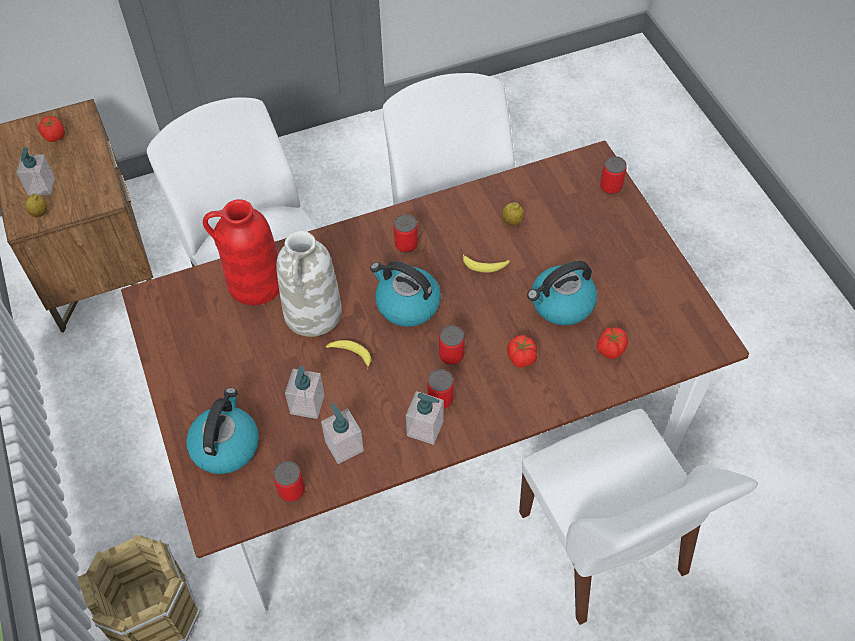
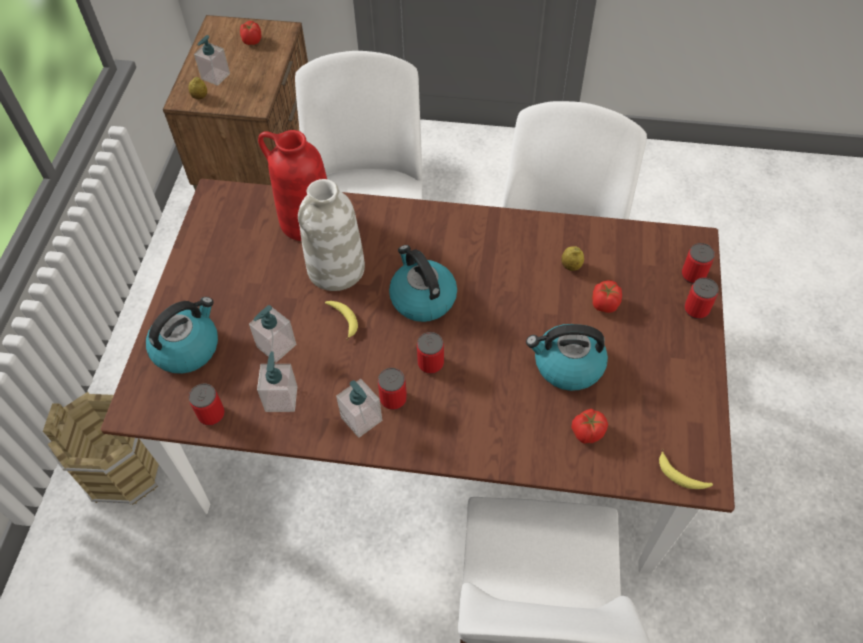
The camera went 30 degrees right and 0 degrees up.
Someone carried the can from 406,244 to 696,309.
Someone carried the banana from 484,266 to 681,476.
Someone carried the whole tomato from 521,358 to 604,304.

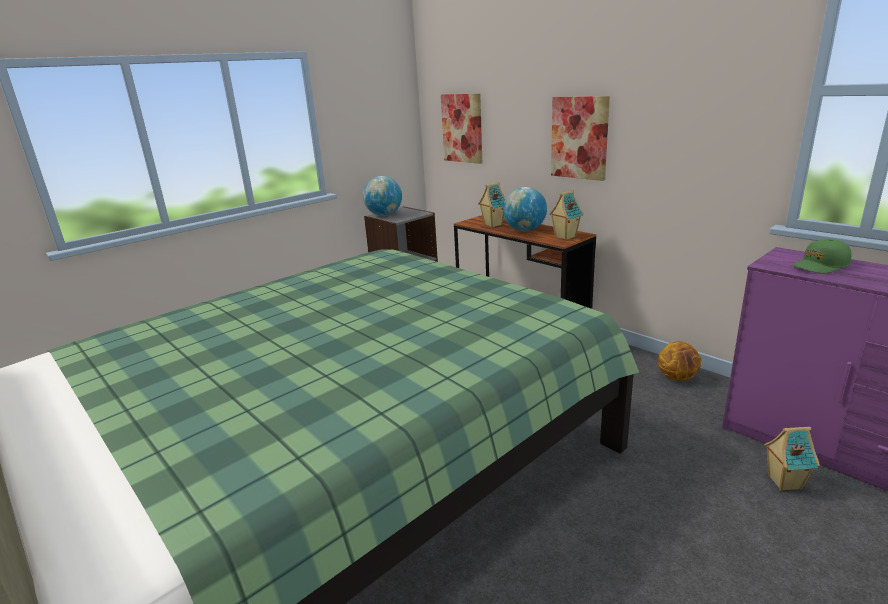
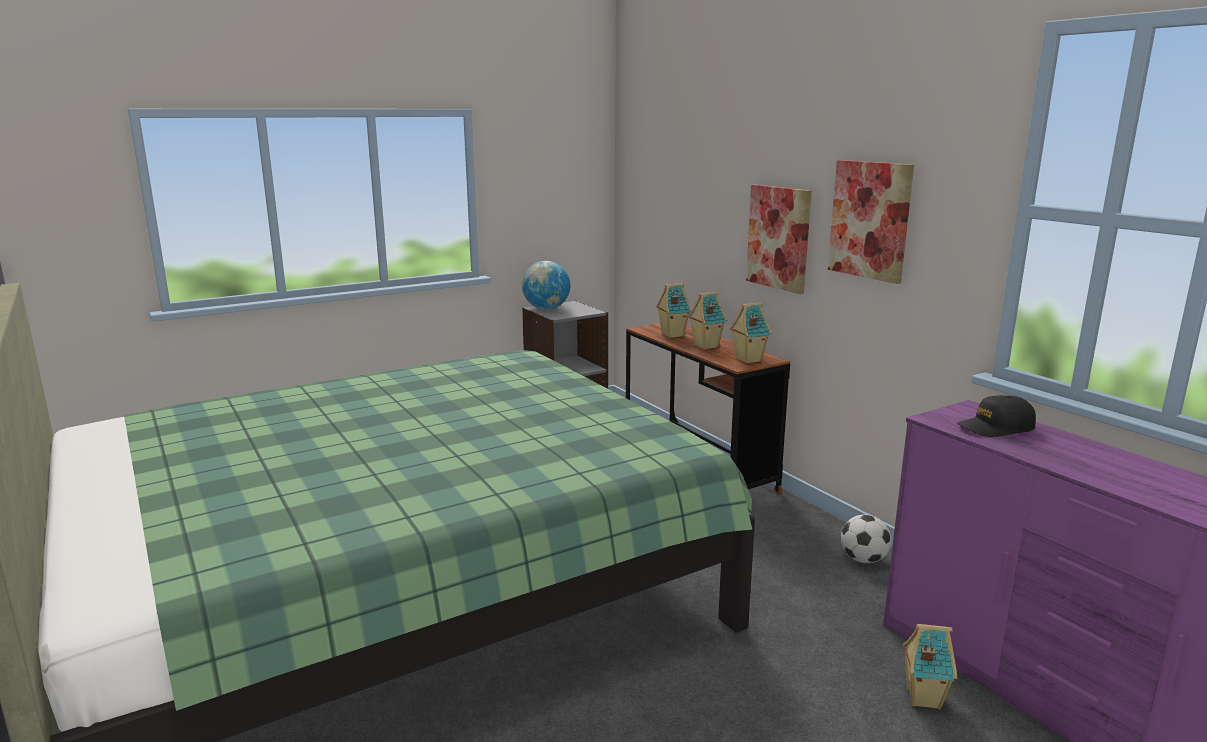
The camera went 10 degrees right and 5 degrees down.
Someone carried the wall art from 462,128 to 870,220.
Someone swapped the globe at 524,230 for the miniature house at 705,346.
Someone swapped the basketball ball at 677,378 for the football at 863,559.
Someone repainted the peaked cap in green-coloured at 820,266, which became the peaked cap in blackish at 996,428.

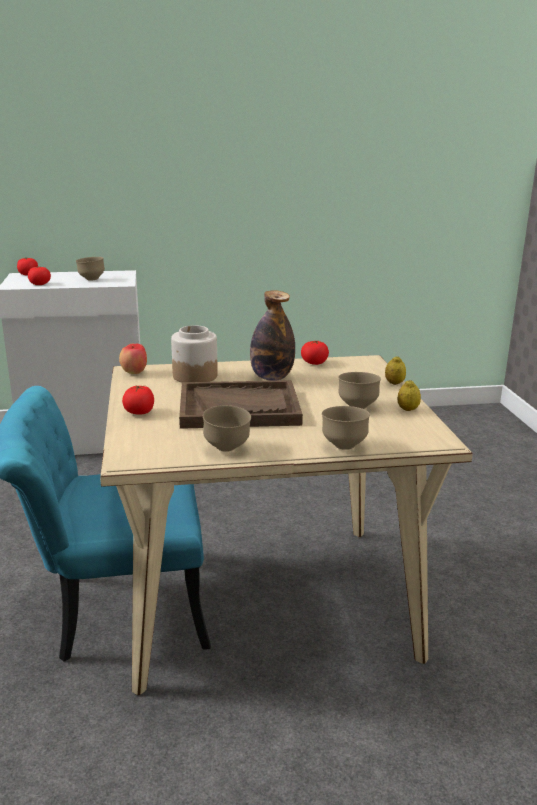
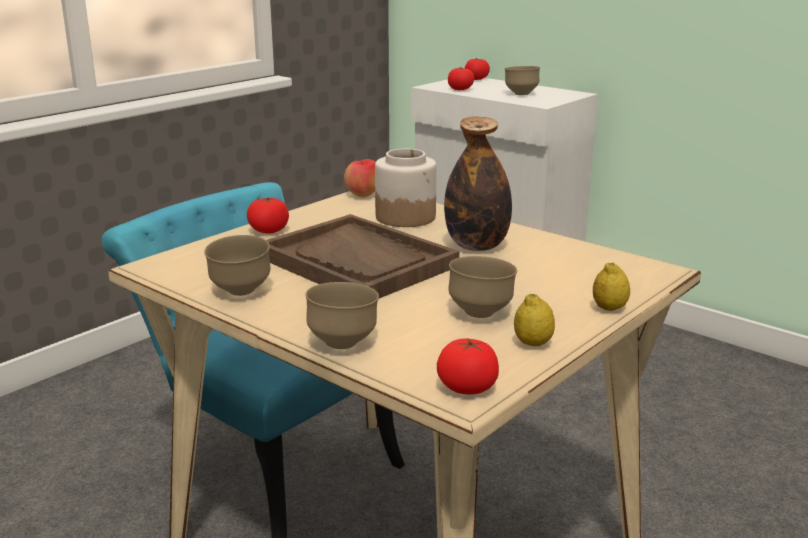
The camera went 50 degrees right and 0 degrees up.
Someone carried the whole tomato from 314,363 to 467,388.

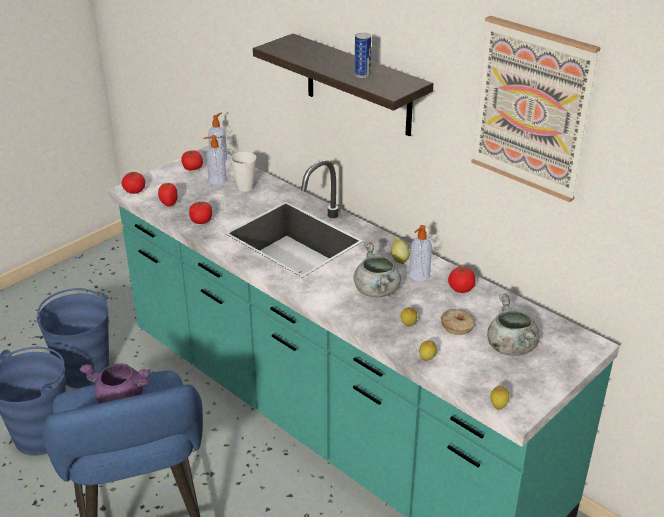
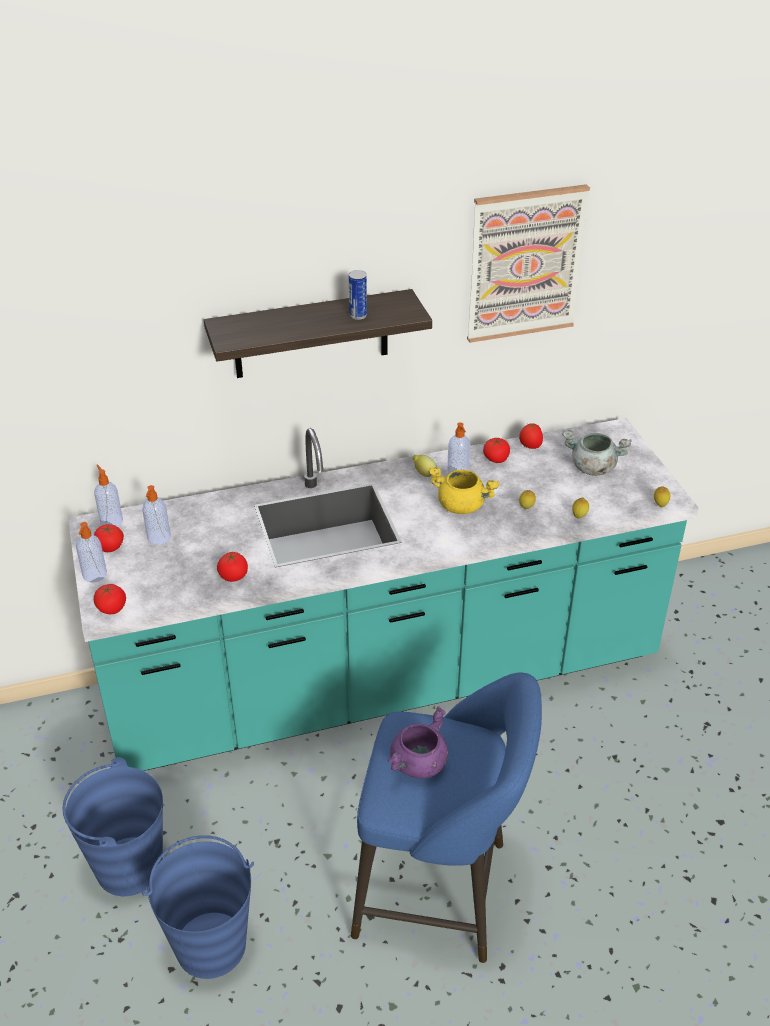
The camera went 60 degrees left and 5 degrees up.
Someone took away the drinking cup at 245,187.
Someone took away the doughnut at 457,326.
Someone put down the liquid soap bottle at 94,575.
Someone carried the whole tomato from 169,204 to 530,446.
Someone repainted the cooking pot in gray at 377,291, which became the cooking pot in yellow-coloured at 462,505.

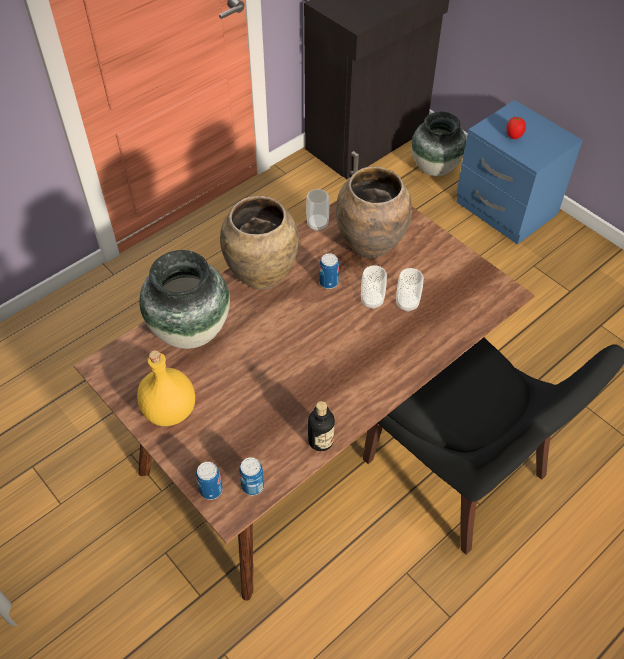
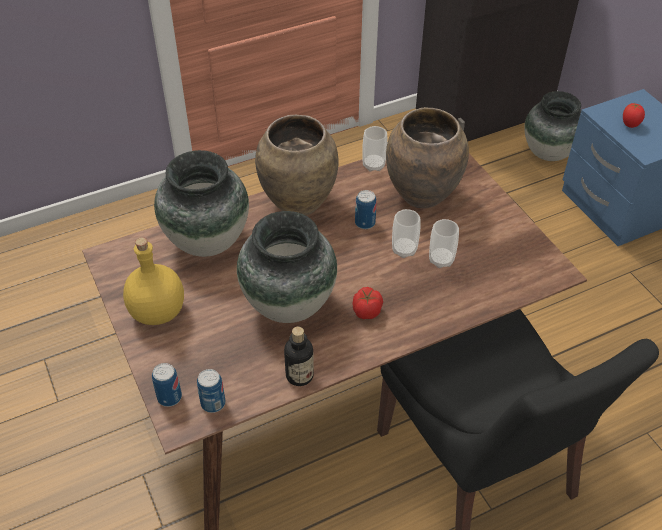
The camera went 15 degrees right and 5 degrees down.
Someone put down the decorative vase at 288,305.
Someone put down the whole tomato at 366,312.

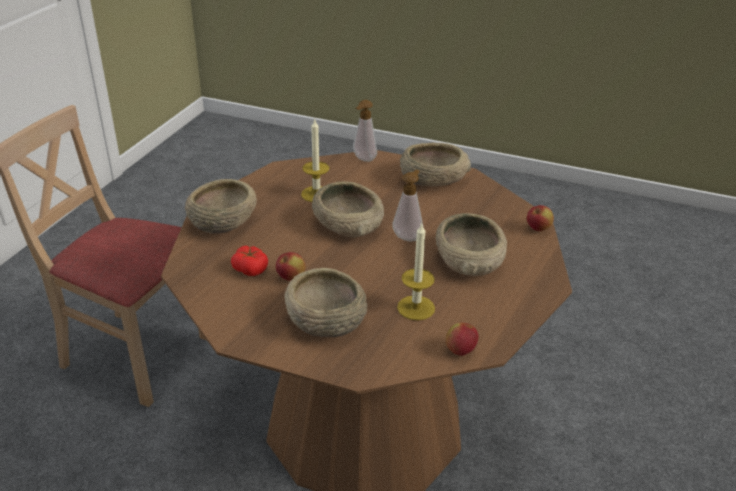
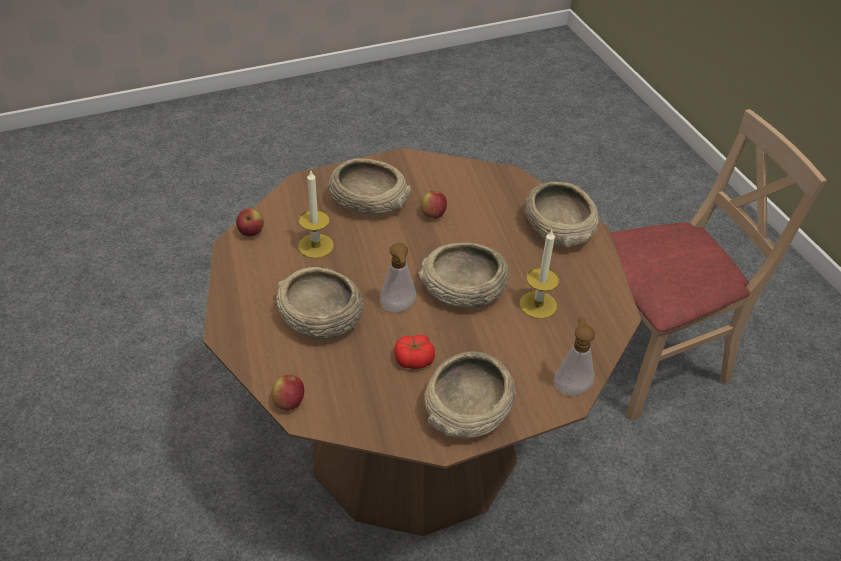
The camera went 135 degrees right and 10 degrees up.
Someone carried the whole tomato from 250,269 to 414,359.

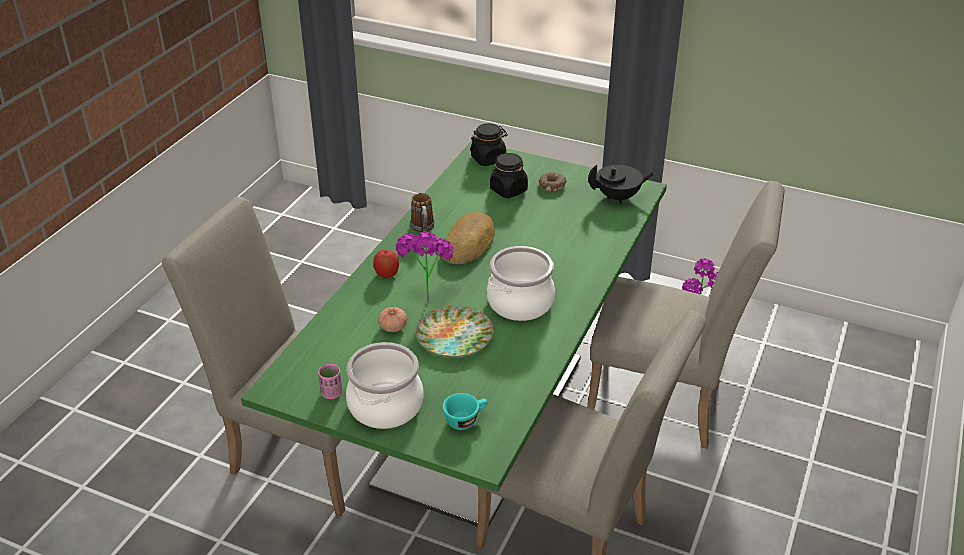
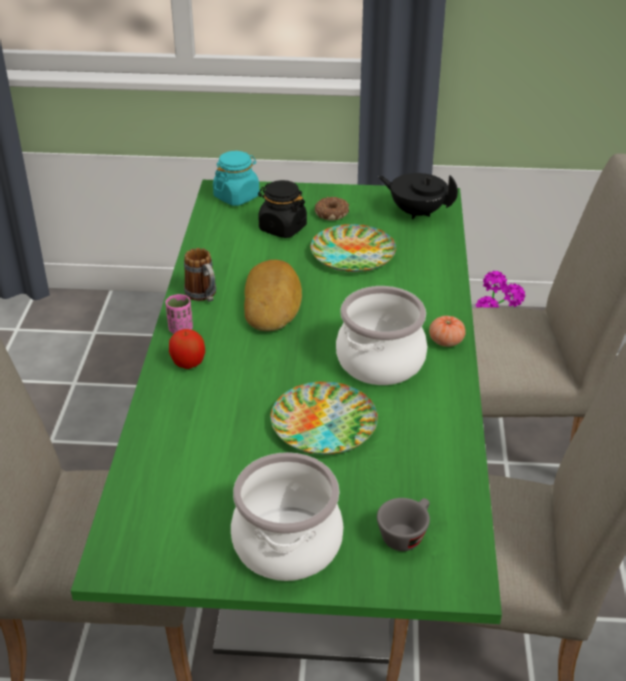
The camera went 20 degrees left and 0 degrees up.
Someone took away the houseplant at 425,296.
Someone put down the dinner plate at 353,254.
Someone carried the drinking cup in pinkish from 331,393 to 180,329.
Someone carried the whole tomato from 393,327 to 446,341.
Someone repainted the drinking cup in turquoise-coloured at 465,420, which became the drinking cup in gray at 405,534.
Someone repainted the preserve jar in blackish at 488,159, which became the preserve jar in turquoise-coloured at 236,197.
Someone rotated the teapot in blackish at 618,197 by 120 degrees counterclockwise.

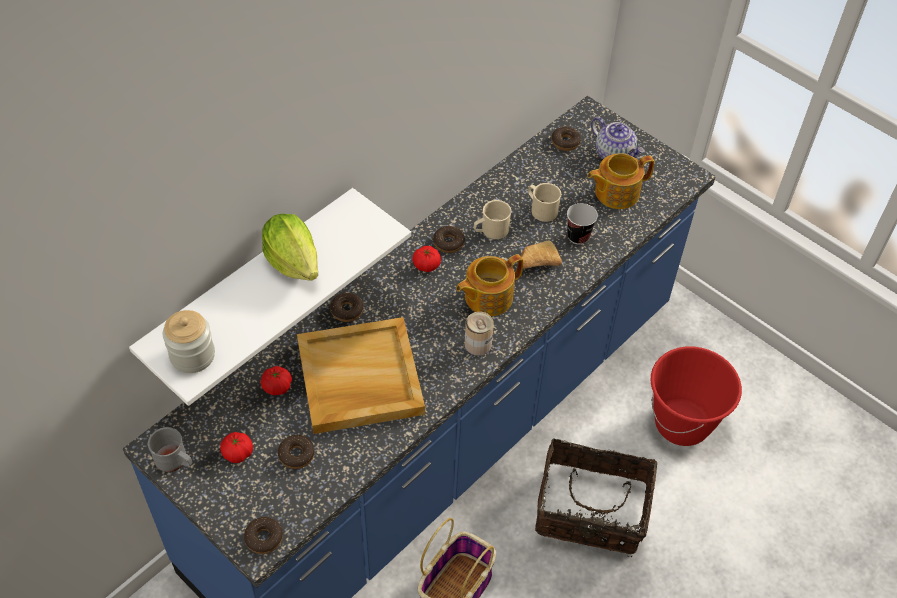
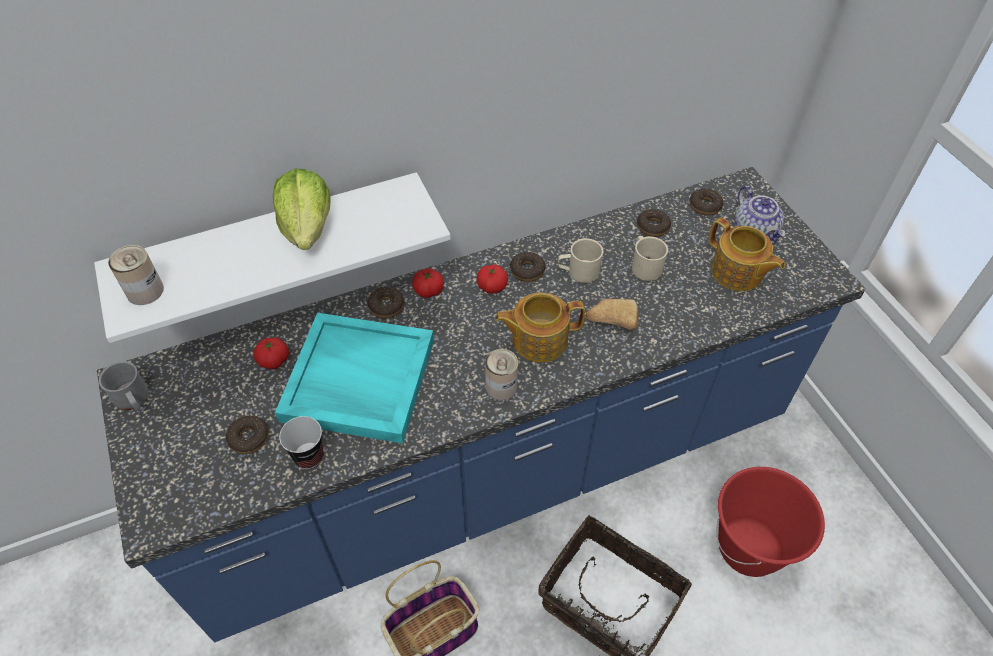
The camera went 25 degrees right and 0 degrees up.
Someone carried the whole tomato from 238,453 to 428,290.
Someone carried the doughnut from 264,538 to 652,227.
Someone carried the drinking cup from 578,236 to 309,456.
Someone swapped the preserve jar at 192,355 for the can at 145,291.
Someone repainted the carrying tray in sand-coloured at 359,379, which became the carrying tray in turquoise-coloured at 357,380.
Someone rotated the teapot at 615,192 by 135 degrees counterclockwise.

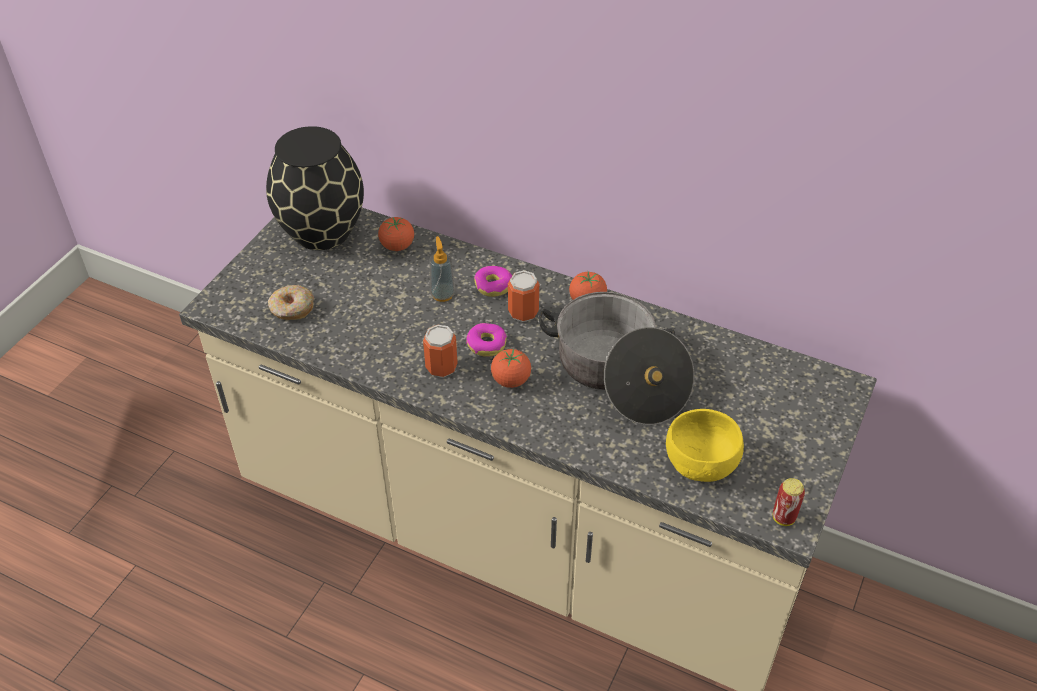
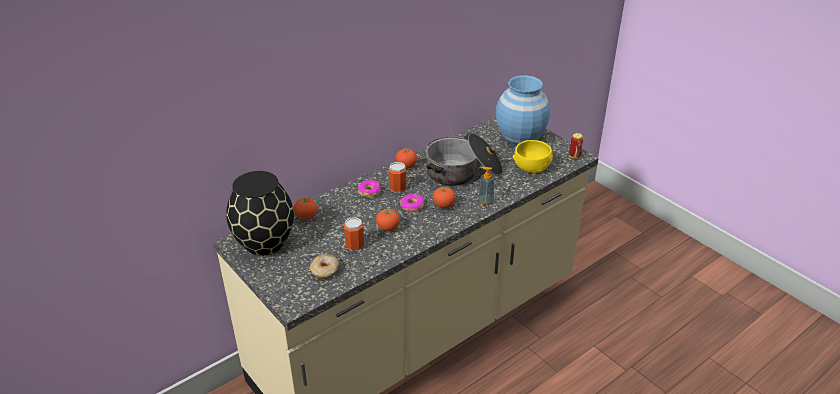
The camera went 65 degrees left and 10 degrees down.
Someone put down the whole tomato at 388,228.
Someone put down the decorative vase in bluish at 520,136.
Someone carried the can from 441,367 to 354,245.
Someone carried the liquid soap bottle from 442,294 to 485,201.

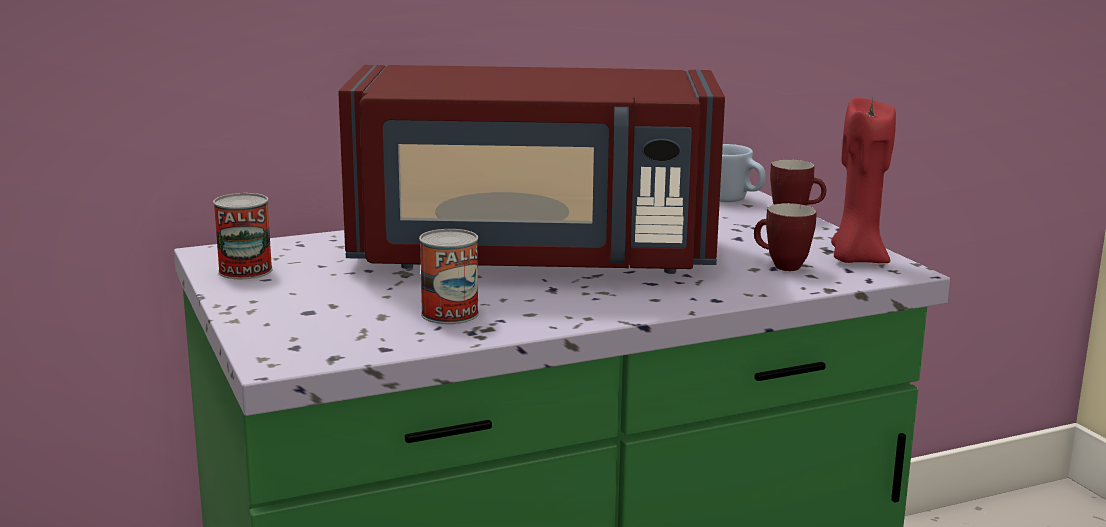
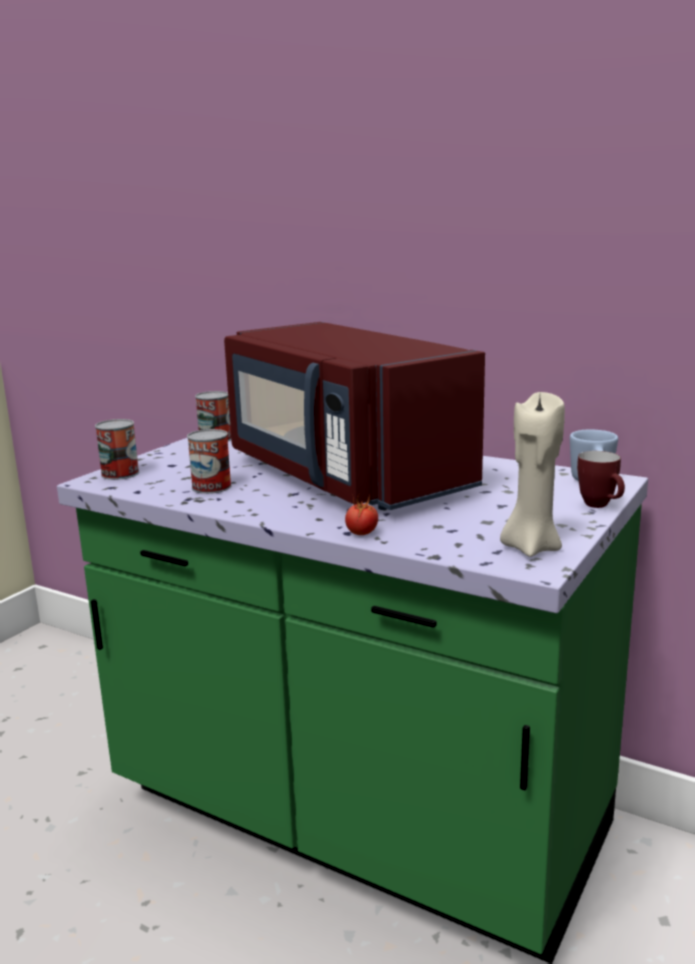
The camera went 55 degrees right and 0 degrees up.
Someone took away the coffee mug at 780,266.
Someone put down the can at 120,473.
Someone put down the whole tomato at 362,533.
Someone repainted the wax light in reddish at 856,259, which became the wax light in sand-coloured at 530,547.

